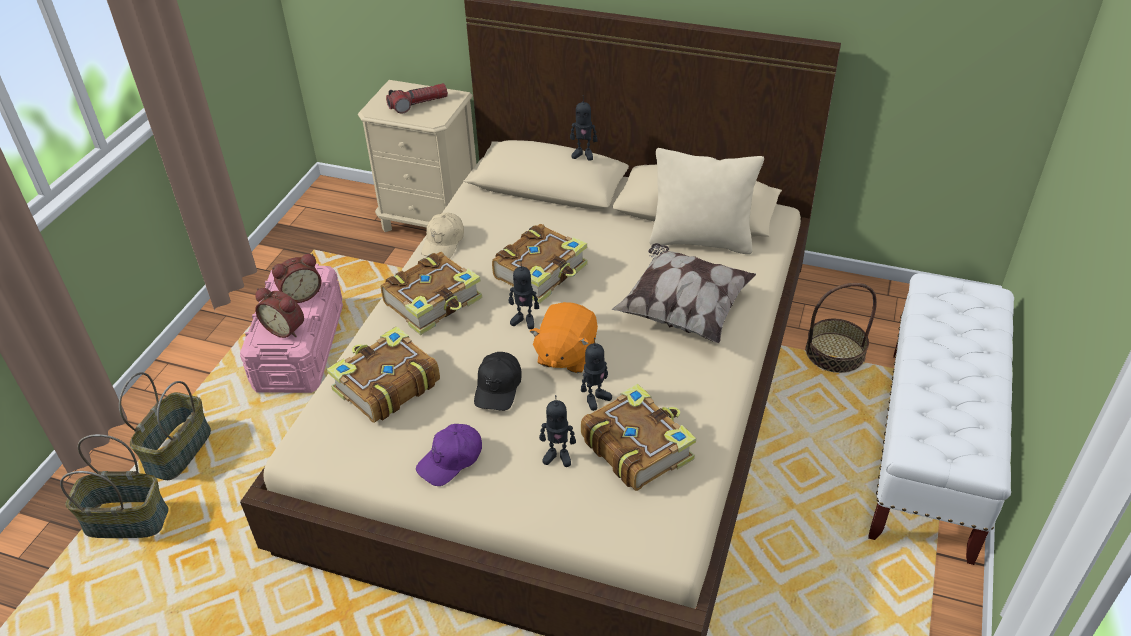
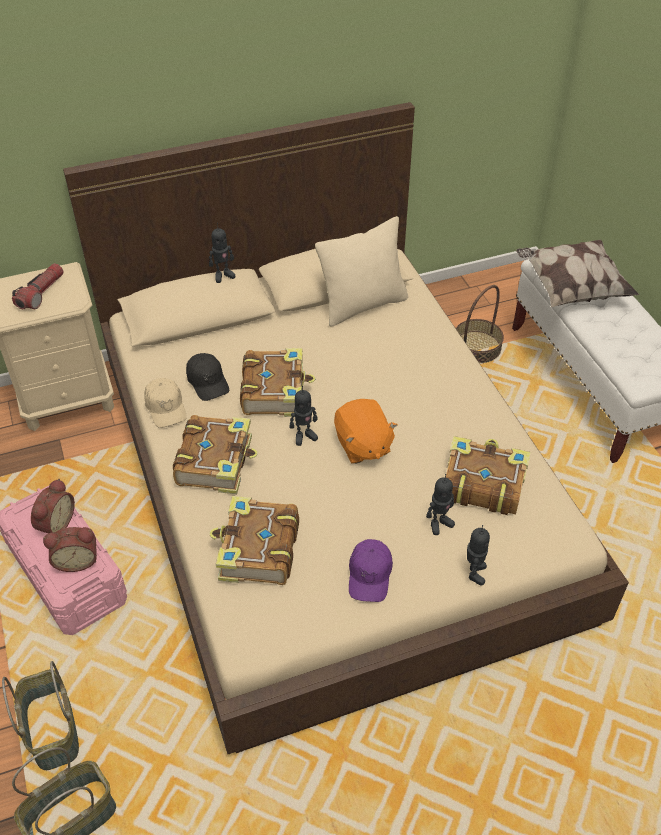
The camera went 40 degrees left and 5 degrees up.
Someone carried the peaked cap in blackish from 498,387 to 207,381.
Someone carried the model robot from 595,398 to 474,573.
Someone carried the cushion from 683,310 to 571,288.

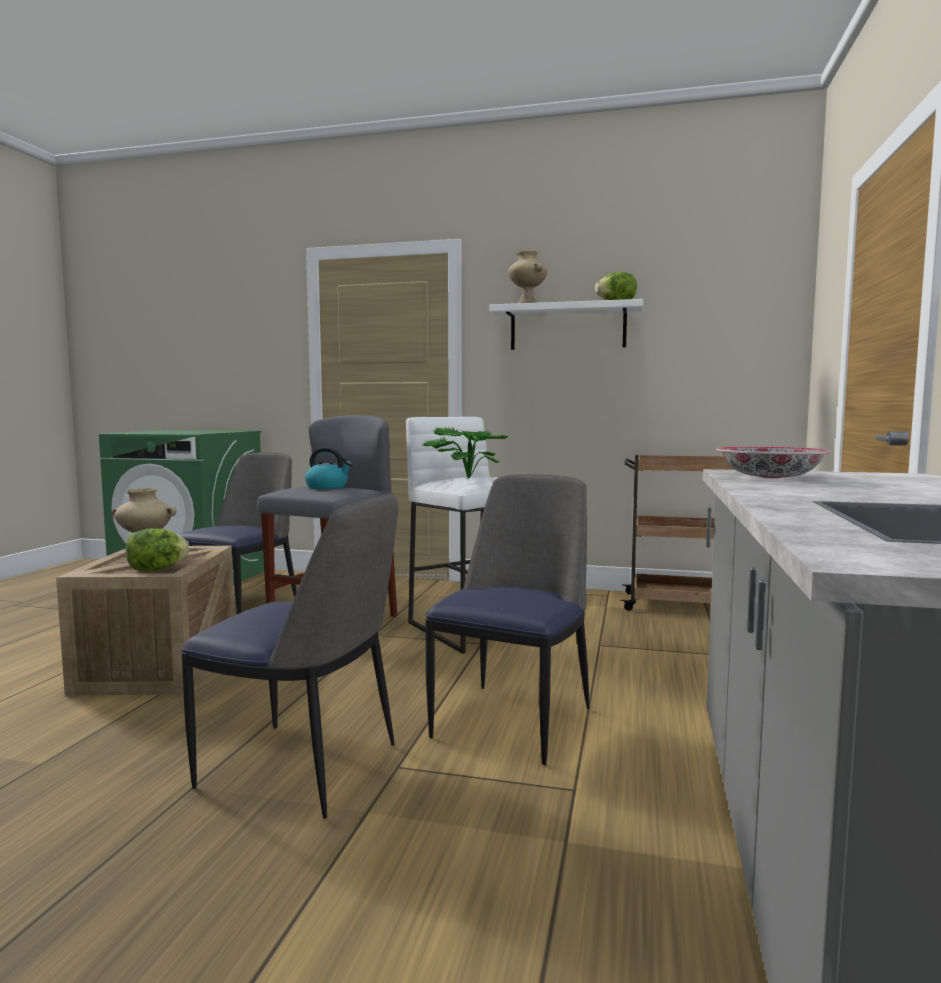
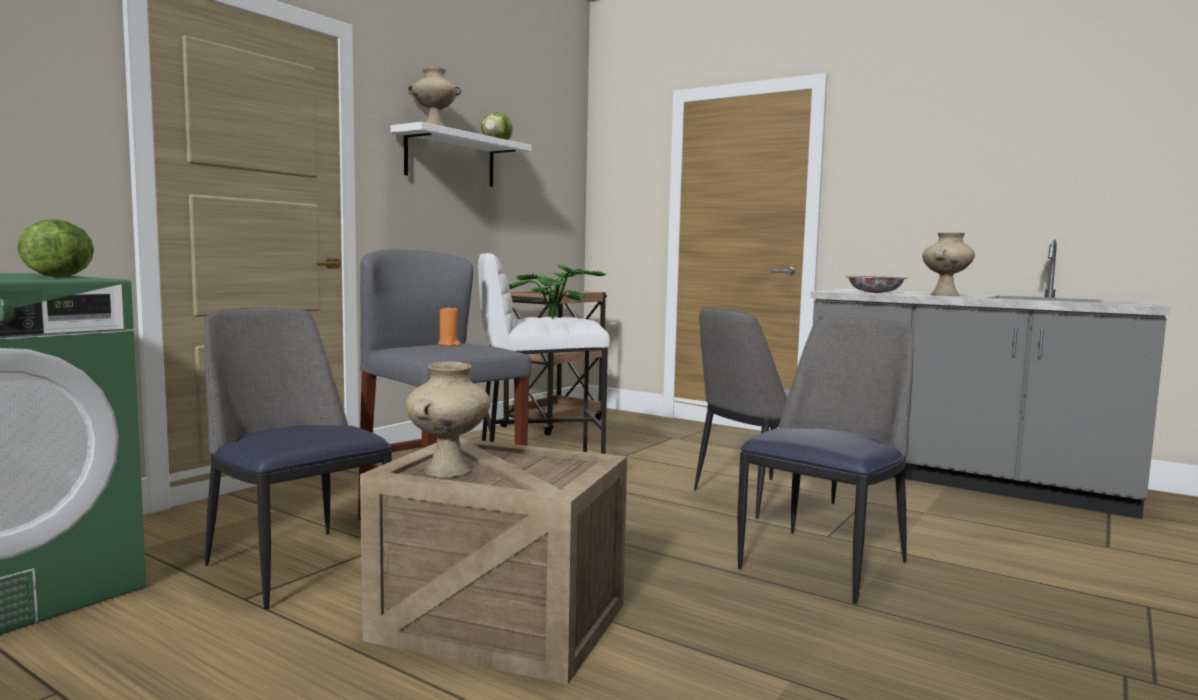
The camera went 70 degrees left and 0 degrees up.
Someone put down the decorative vase in sand-coloured at 945,295.
Someone carried the lettuce head from 156,570 to 60,277.
Someone swapped the water kettle at 327,487 for the wax light in orange-coloured at 449,344.
Someone rotated the plain chair at 514,720 by 75 degrees counterclockwise.

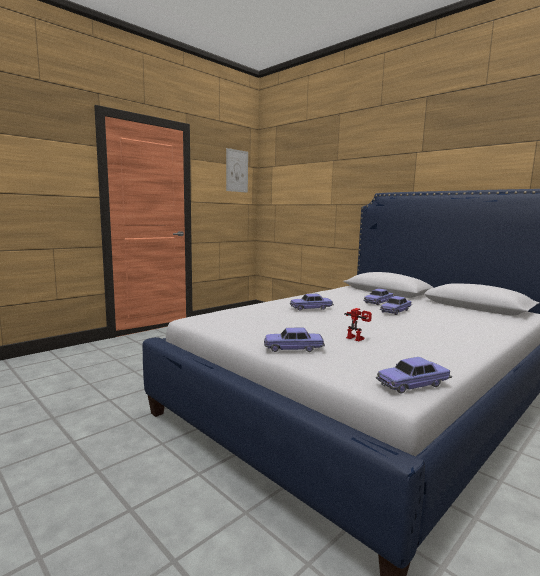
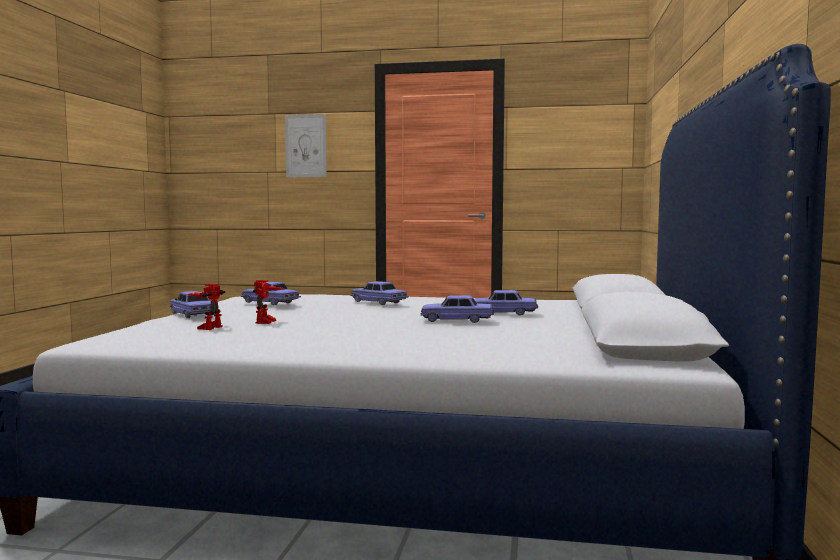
The camera went 55 degrees right and 5 degrees down.
Someone put down the model robot at 208,327.
Someone carried the wall art from 237,171 to 305,146.
Someone carried the model car from 412,384 to 270,303.

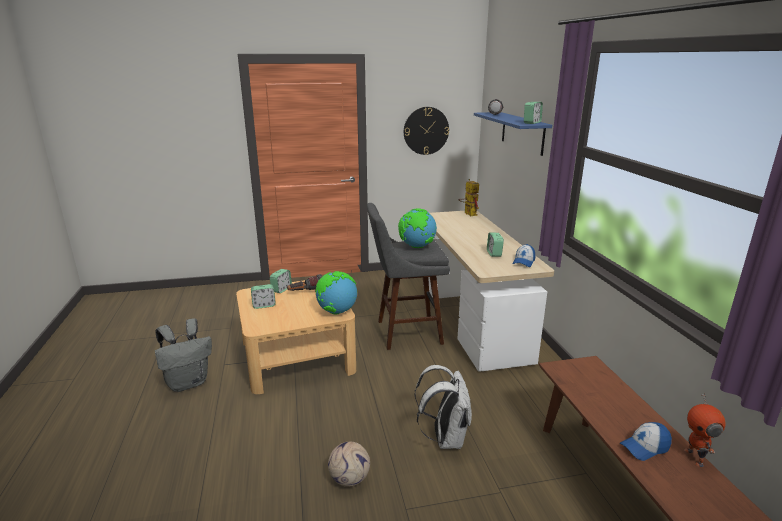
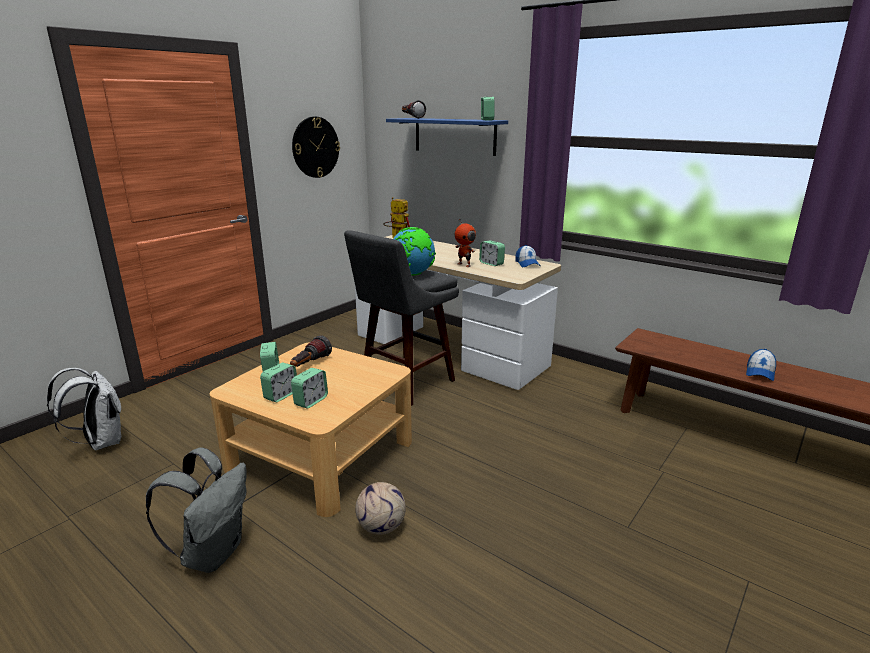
The camera went 40 degrees left and 0 degrees up.
Someone took away the globe at 336,312.
Someone put down the table clock at 311,401.
Someone carried the football from 350,479 to 381,527.
Someone carried the backpack in whitish from 445,438 to 100,442.
Someone carried the model robot from 695,457 to 464,265.

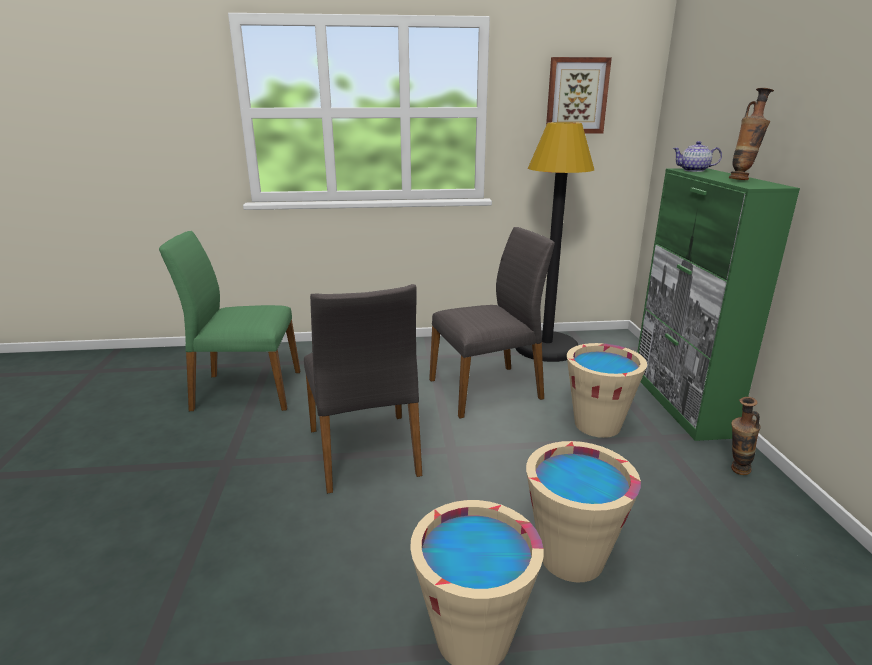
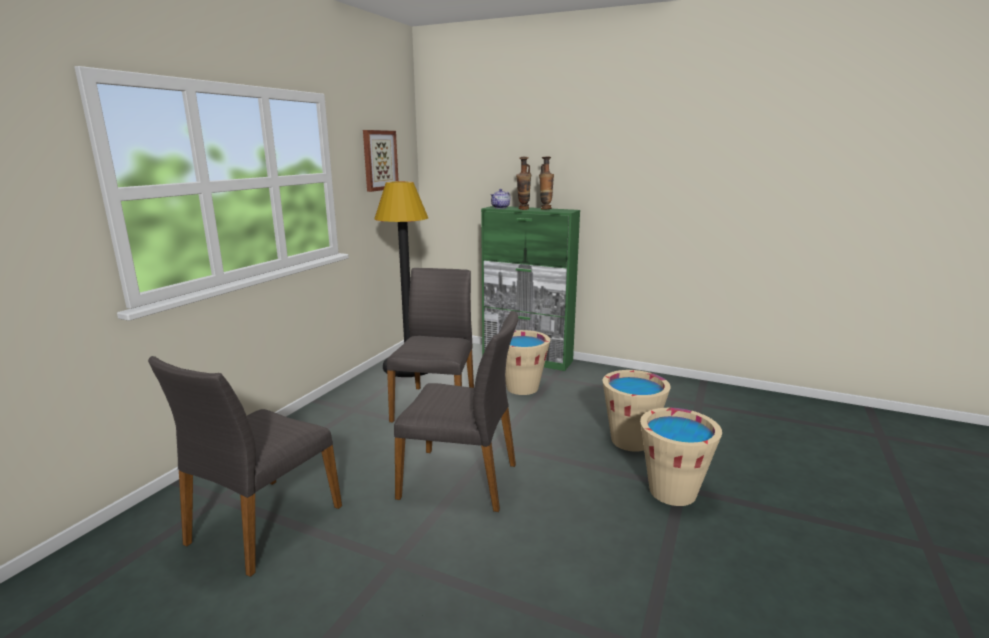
The camera went 60 degrees left and 5 degrees down.
Someone carried the decorative vase from 735,471 to 523,209.
Someone repainted the plain chair in green-coloured at 246,390, which became the plain chair in gray at 262,524.

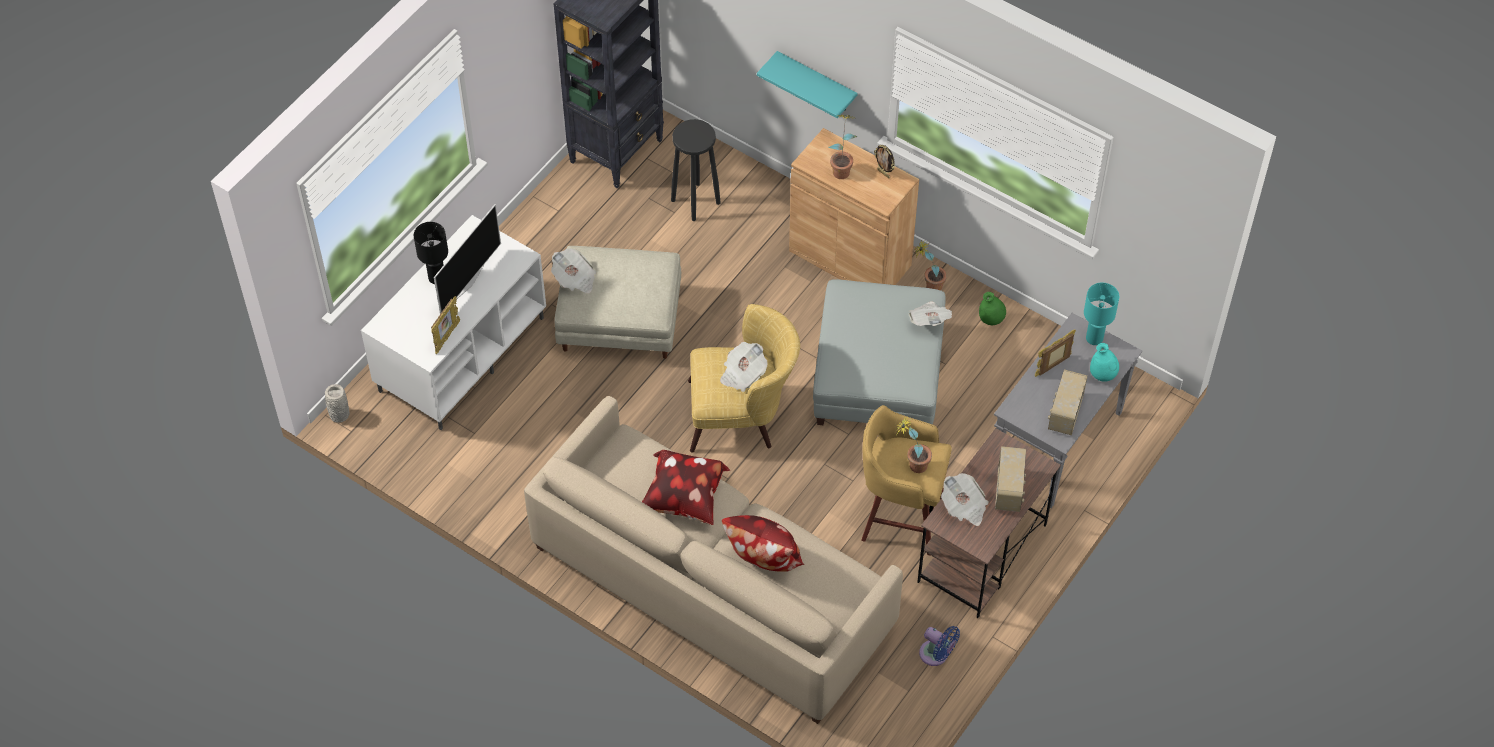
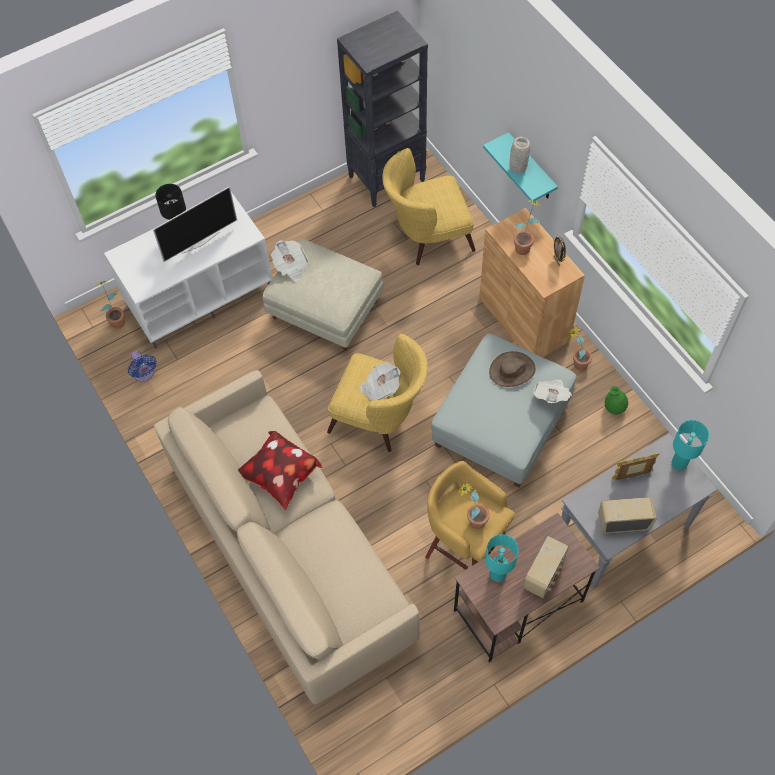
The camera went 25 degrees right and 5 degrees up.
Someone took away the photo frame at 447,337.
Someone took away the cushion at 763,559.
Someone took away the decorative vase in turquoise-coloured at 1102,375.
Someone put down the houseplant at 117,319.
Someone put down the hat in brown at 512,371.
Someone carried the decorative vase in gray from 339,414 to 517,167.
Someone carried the electric fan in bluish from 936,655 to 144,374.
Someone swapped the stool seat in blackish at 695,201 for the armchair in yellow-coloured at 426,235.
Someone swapped the daily paper at 964,507 for the tabletop lamp in turquoise-coloured at 498,574.
Someone rotated the radio at 1064,413 by 45 degrees clockwise.

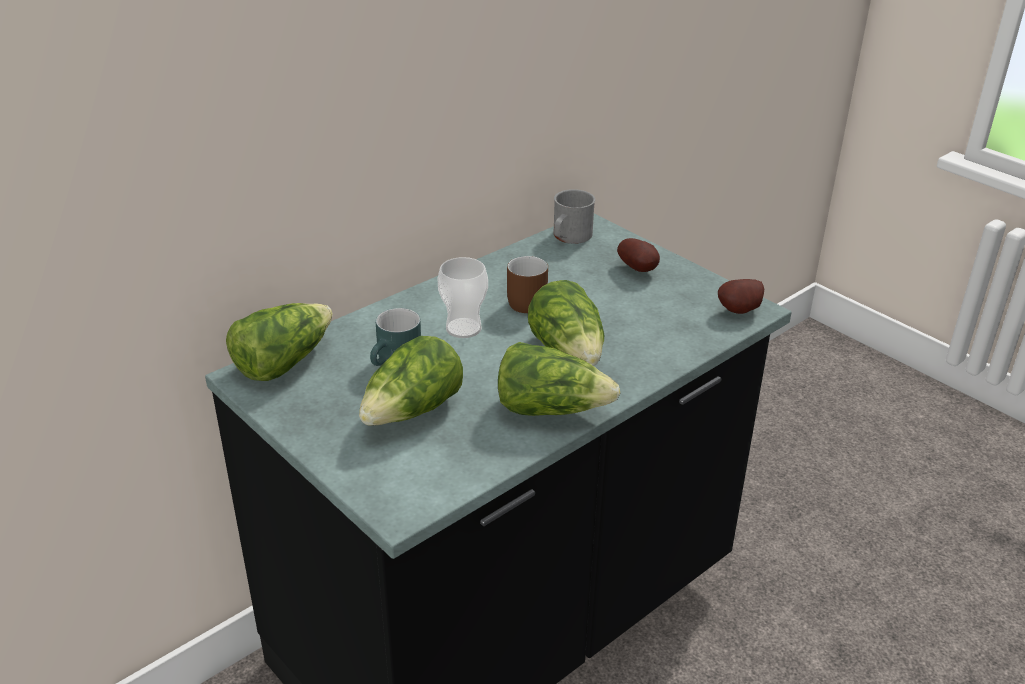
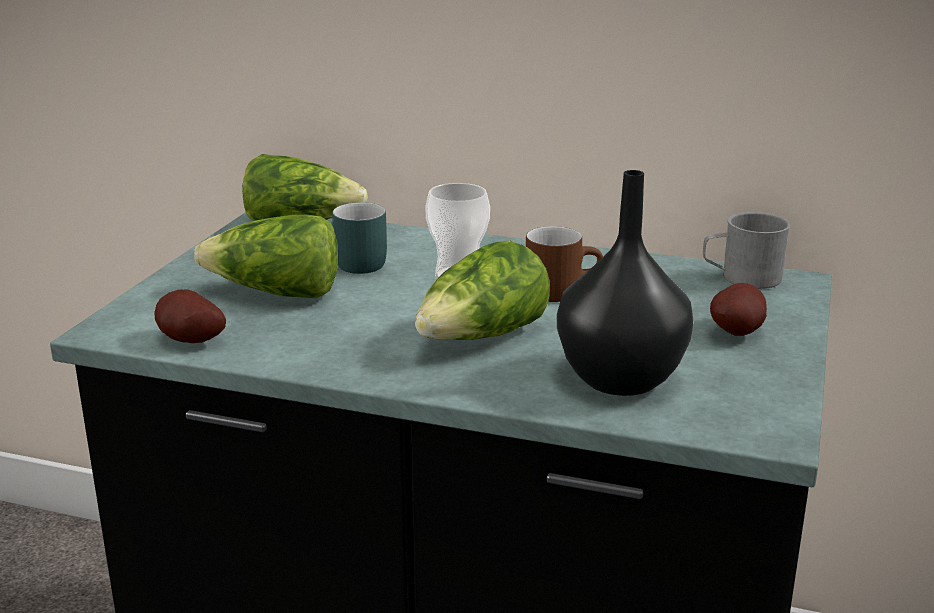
The camera went 60 degrees right and 10 degrees down.
Someone took away the lettuce head at 550,408.
Someone put down the decorative vase in blackish at 618,378.
Someone carried the whole potato from 741,311 to 189,342.

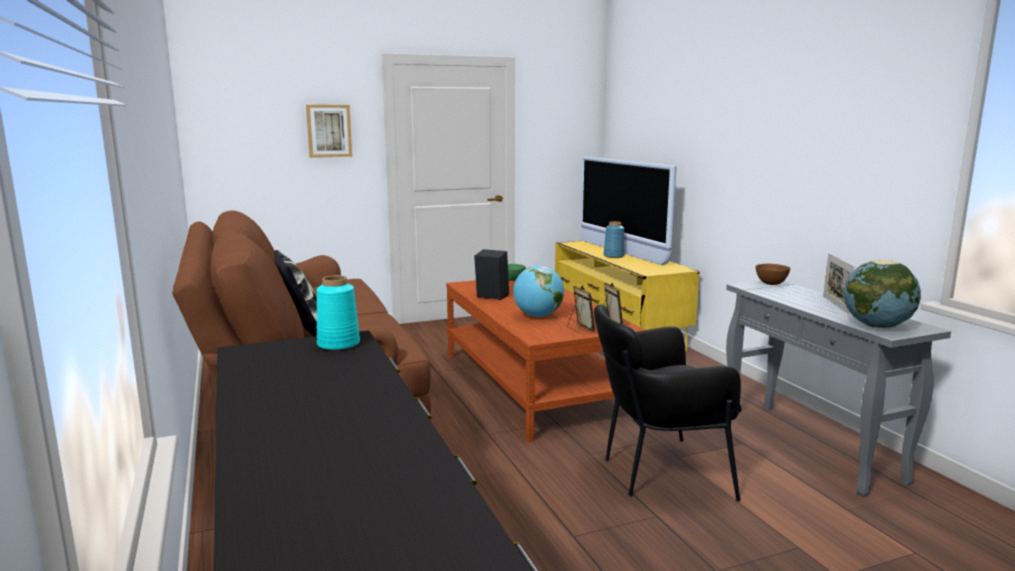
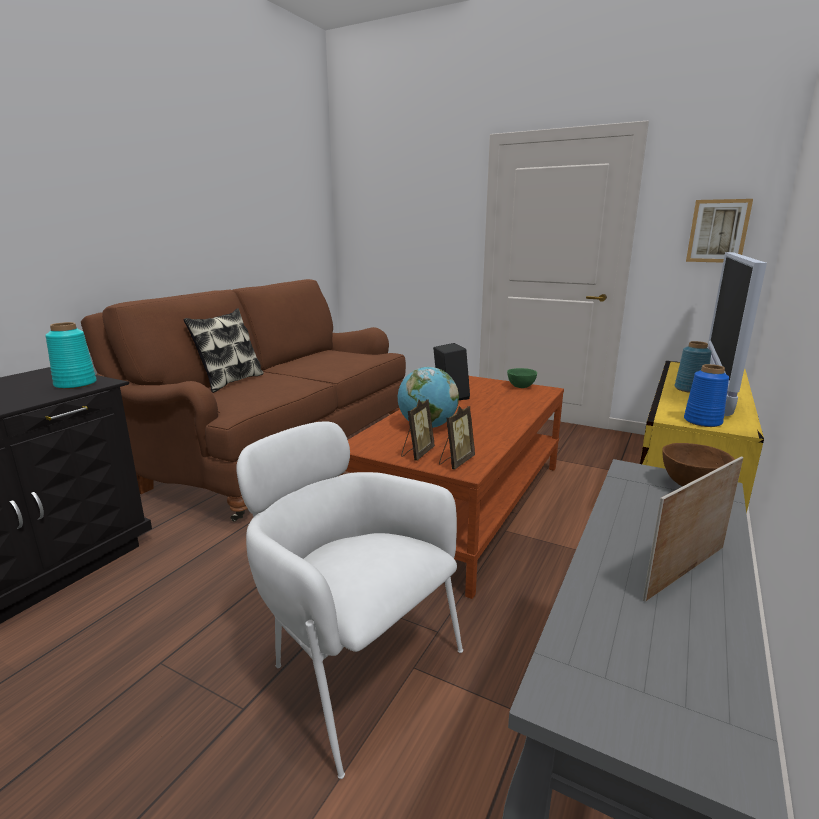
The camera went 50 degrees right and 5 degrees up.
Someone took away the globe at 877,326.
Someone put down the decorative vase in bluish at 703,422.
Someone carried the wall art from 329,131 to 718,231.
Someone repainted the armchair in blackish at 657,473, which became the armchair in whitish at 352,666.

